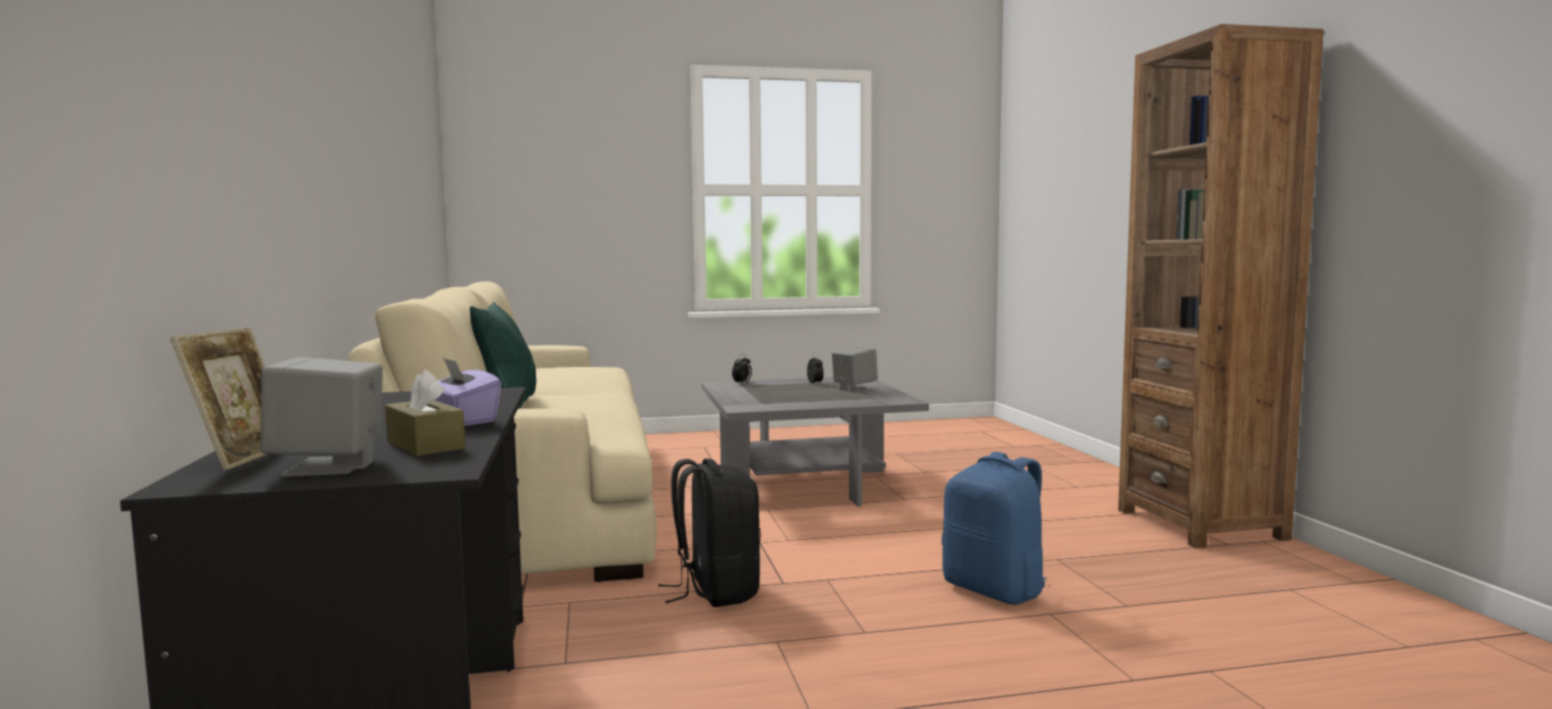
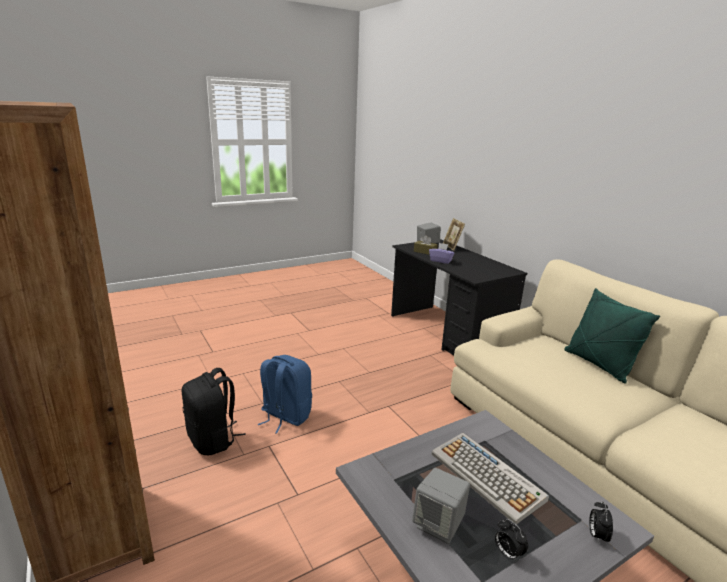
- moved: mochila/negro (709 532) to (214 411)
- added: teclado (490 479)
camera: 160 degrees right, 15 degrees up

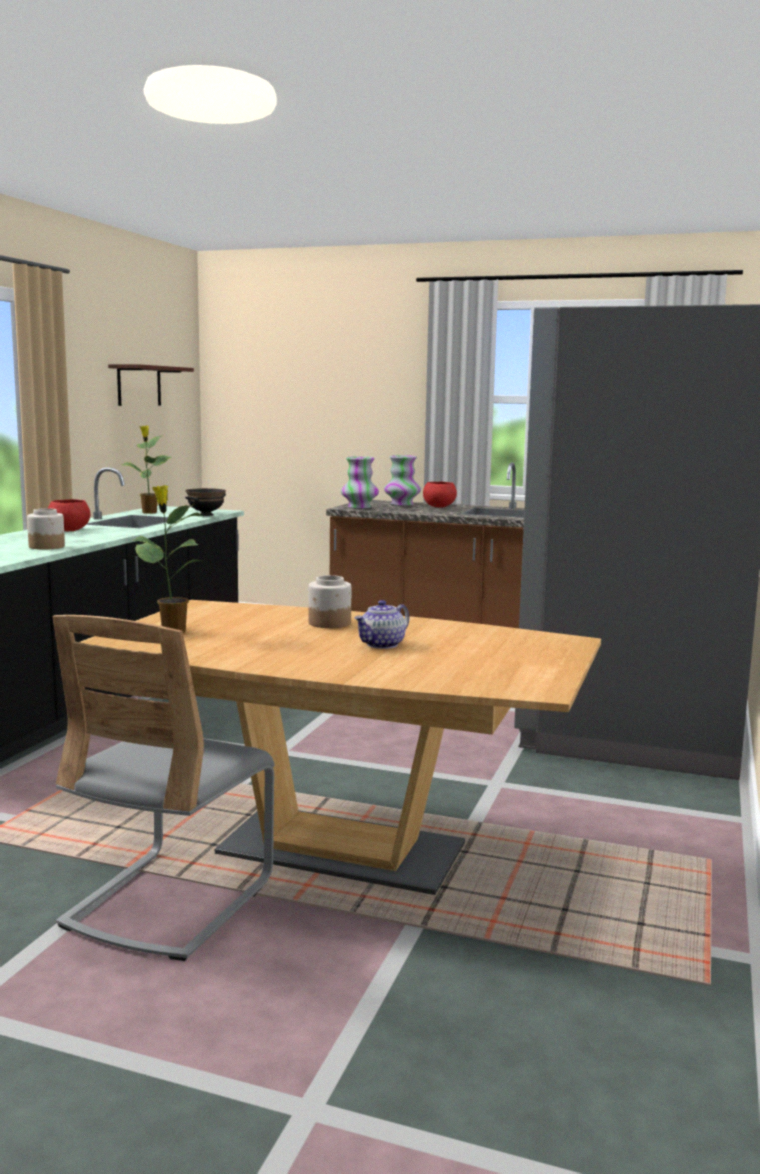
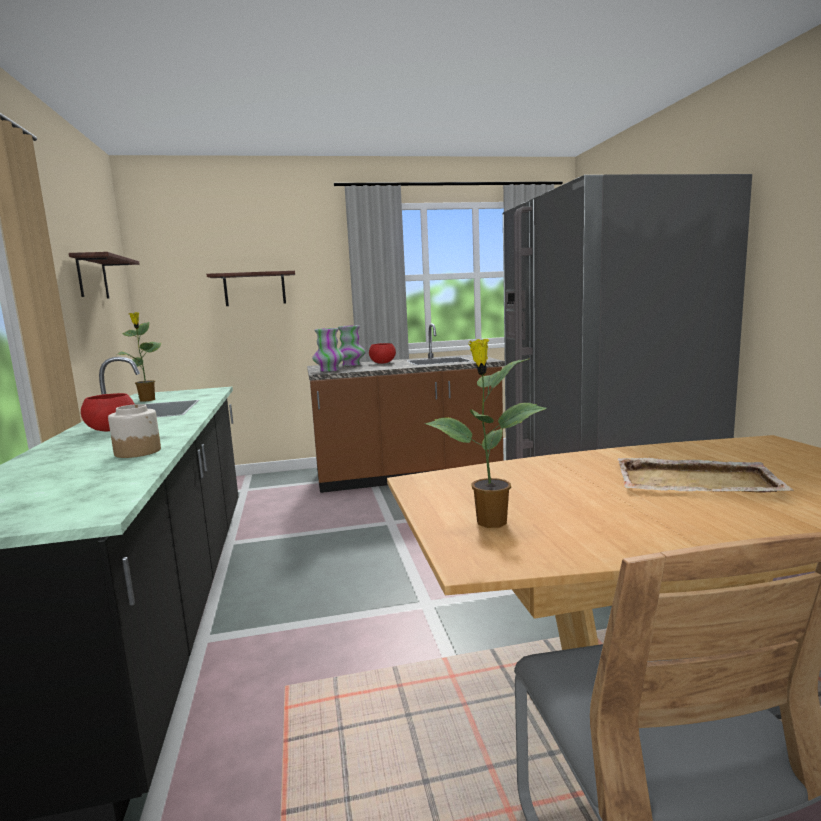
- added: estante (251 288)
- replaced: tetera (381 624) to bandeja/beis (705 475)
- removed: cuenco/negro (205 502)
- removed: tarro (329 601)
camera: 30 degrees left, 0 degrees up

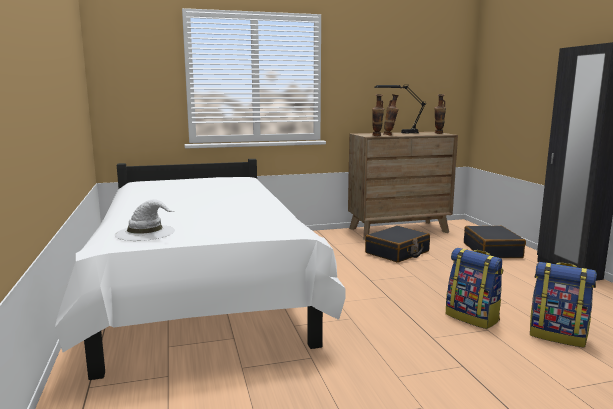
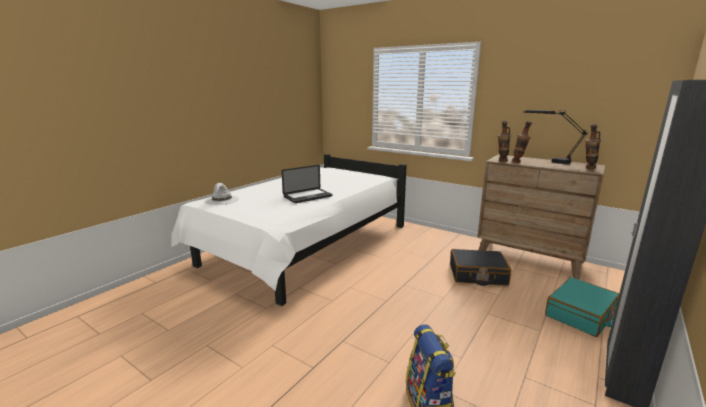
- added: portátil (307 184)
- recoloured: maleta/negro (495 242) to maleta/turquesa (582 307)
- removed: mochila (474 288)
camera: 50 degrees right, 5 degrees up

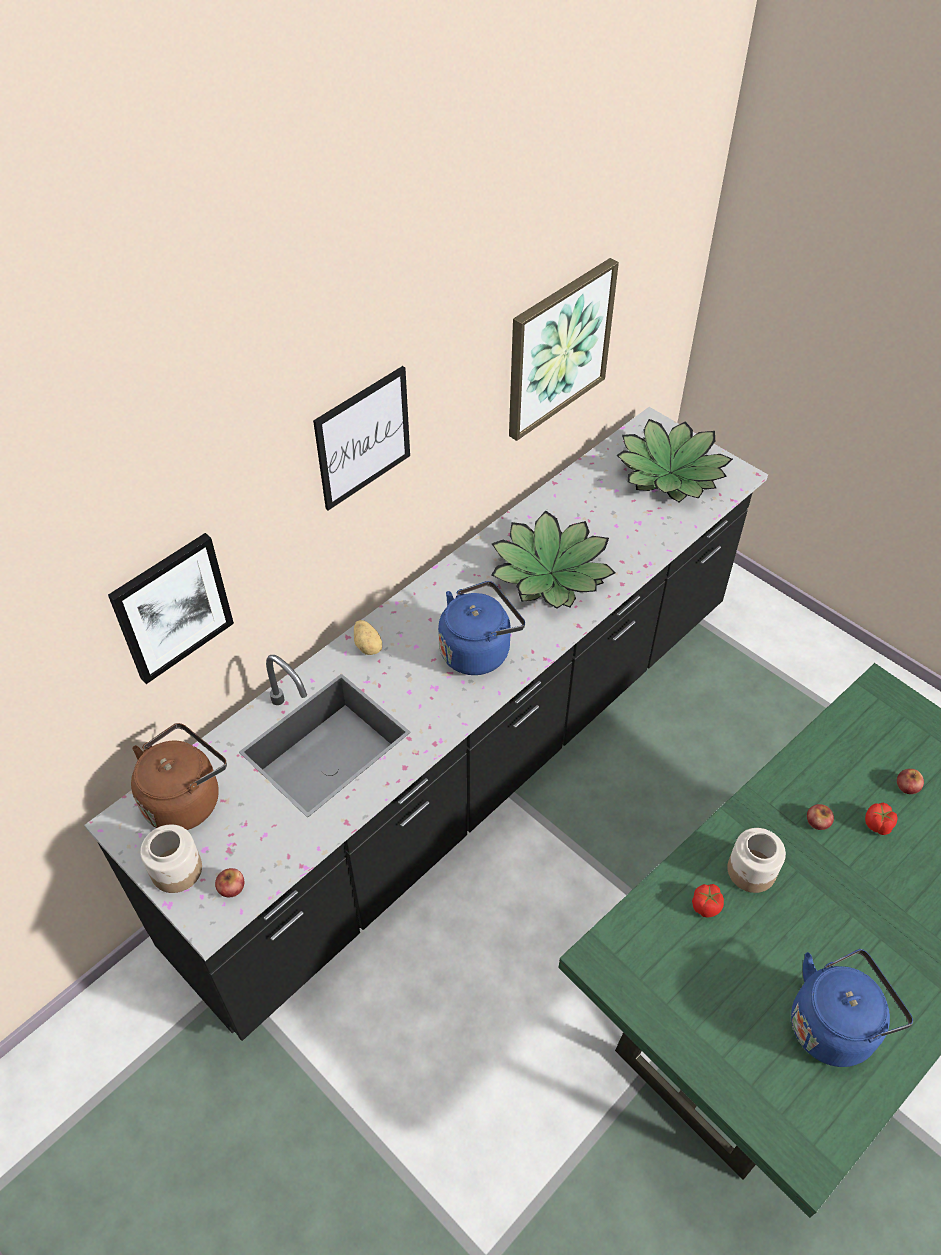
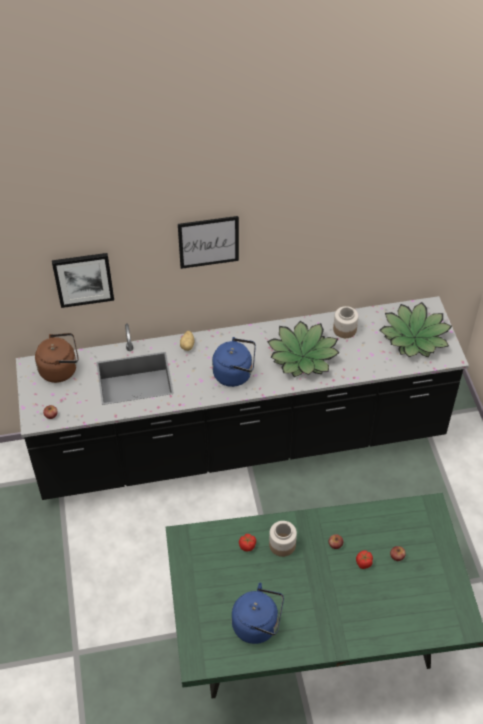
- moved: tarro (171 858) to (345 322)
- removed: cuadro (564 349)
camera: 35 degrees right, 0 degrees up

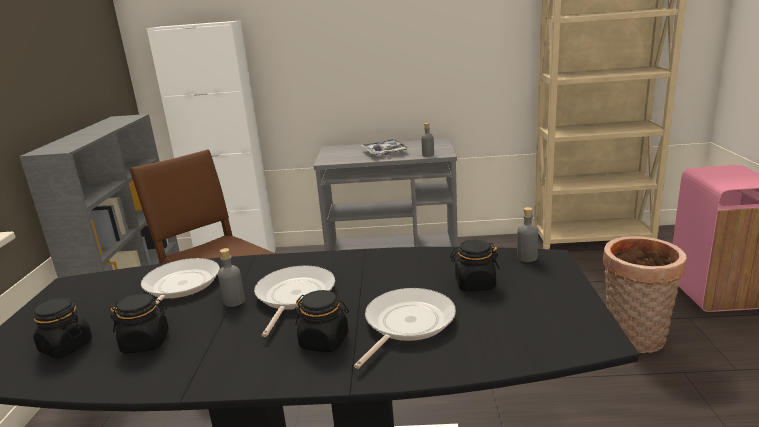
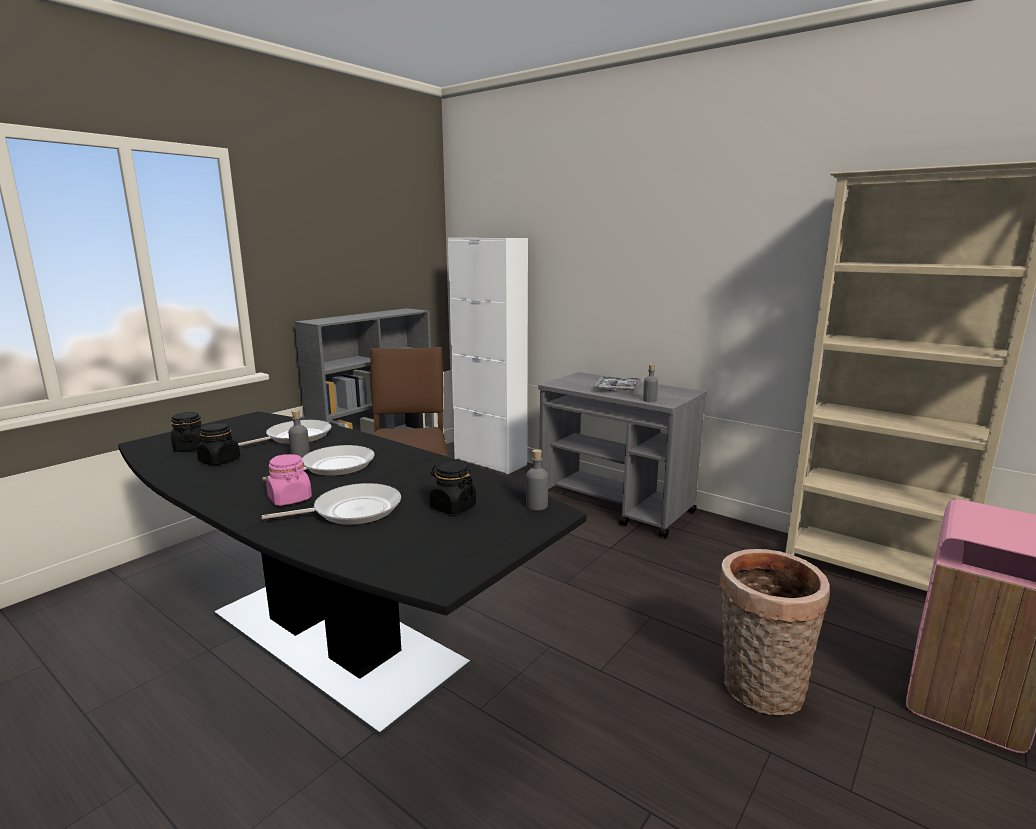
- recoloured: tarro/negro (322 321) to tarro/rosa (289 480)
camera: 35 degrees right, 5 degrees down

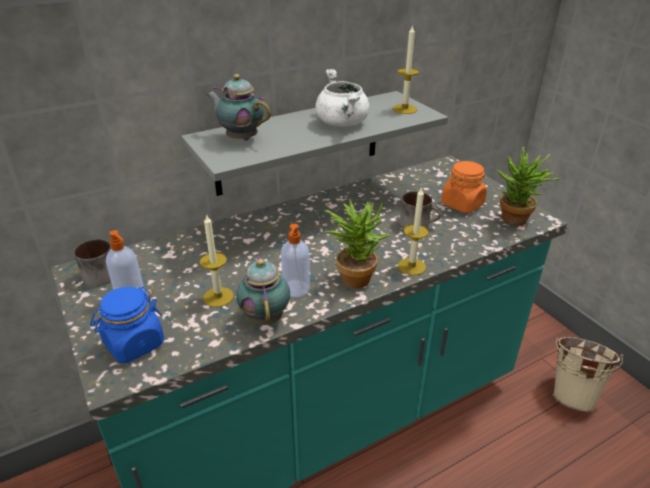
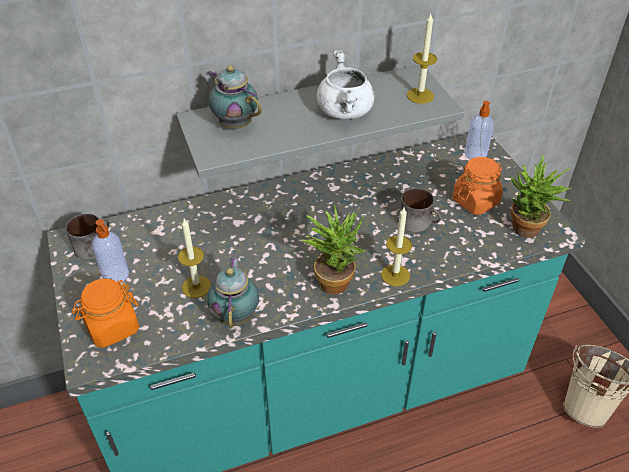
- recoloured: tarro/azul (127 325) to tarro/naranja (105 313)
- moved: dispensador de jabón (295 260) to (479 130)
camera: 10 degrees right, 10 degrees up

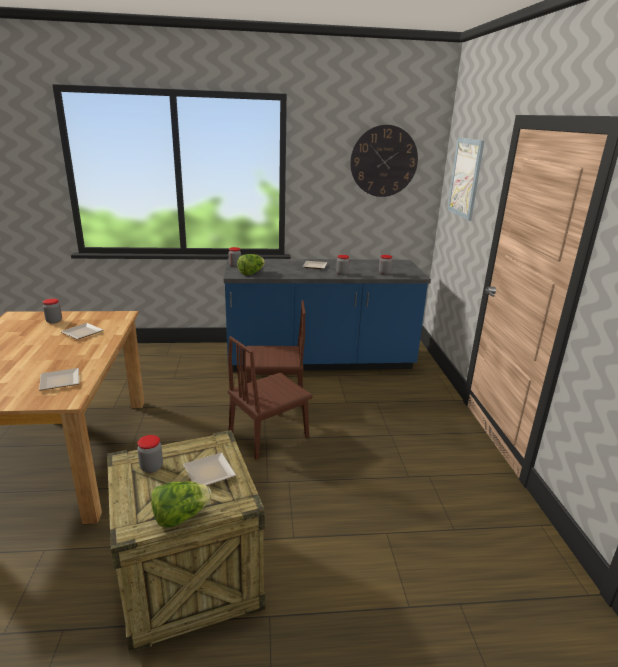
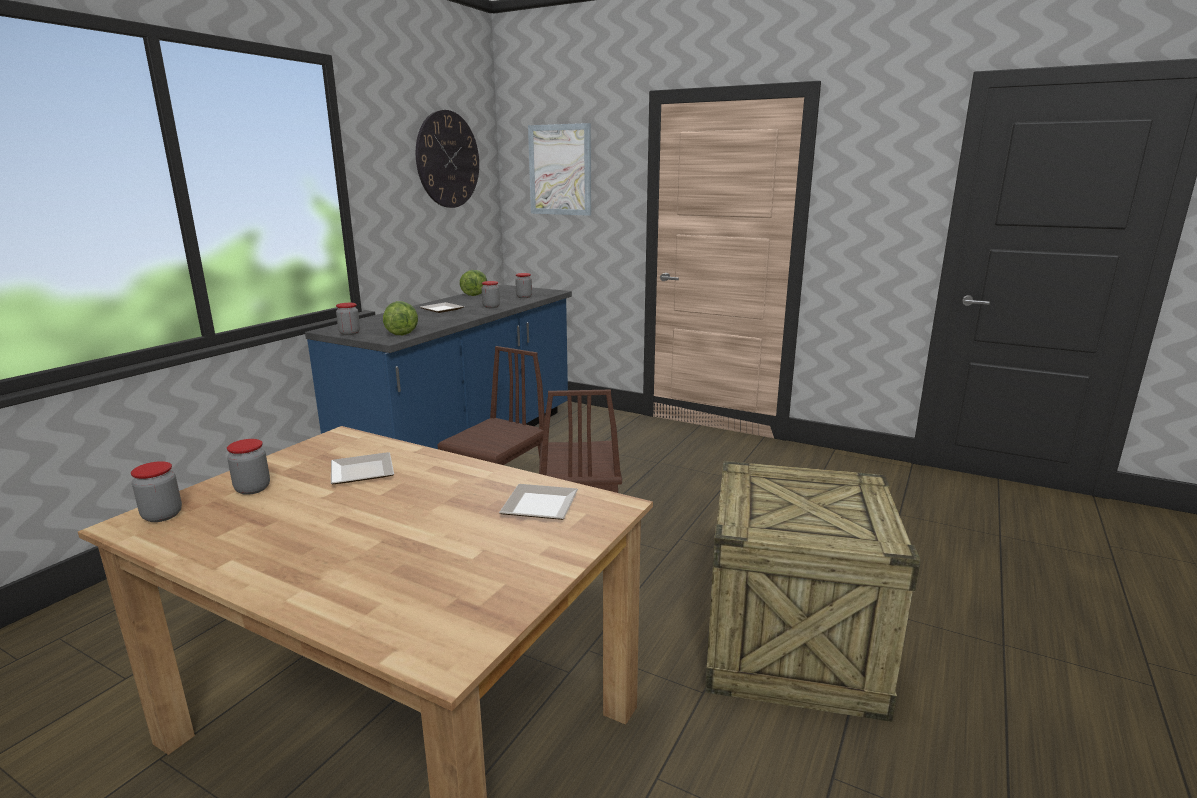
- moved: tarro (150 454) to (156 491)
- moved: lechuga (181 504) to (473 283)
- removed: plato (209 469)
camera: 55 degrees left, 5 degrees down

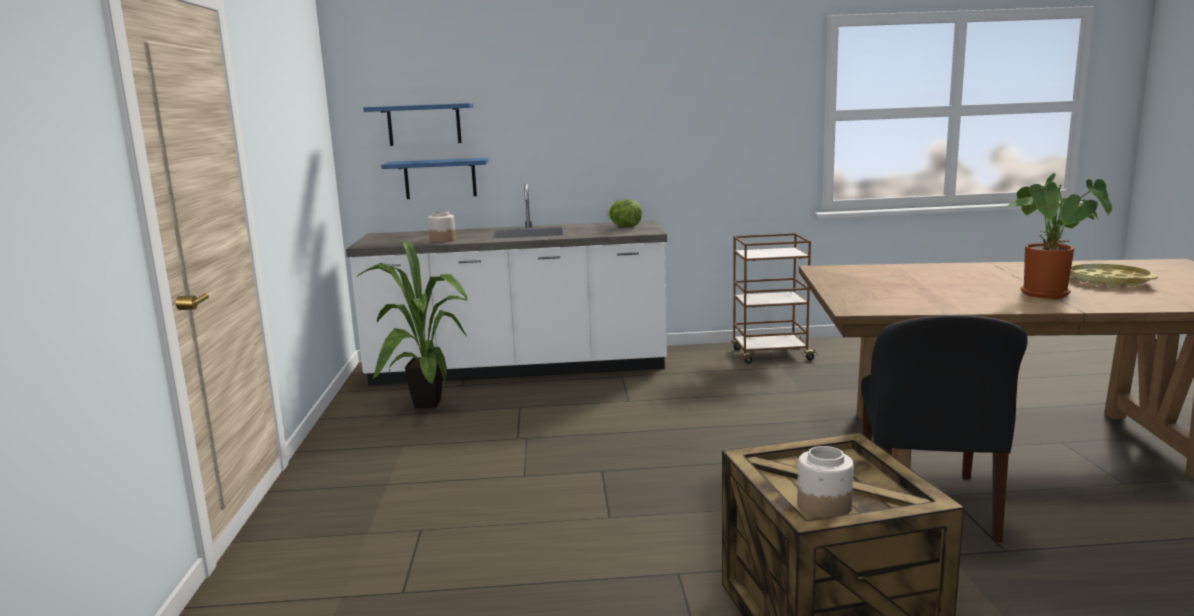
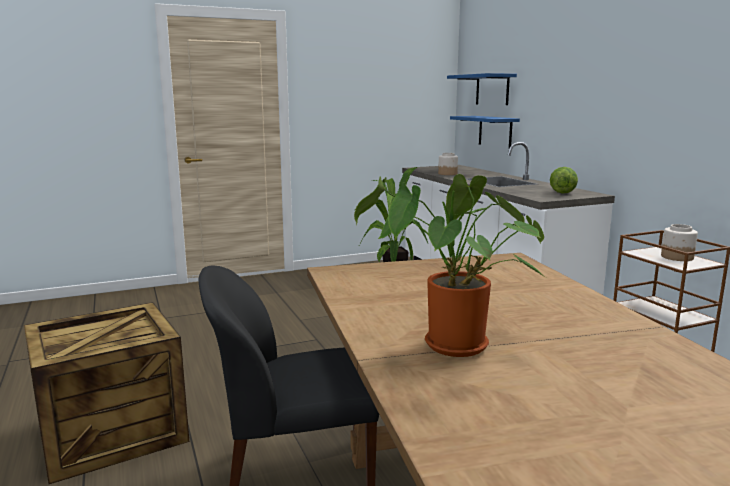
- moved: tarro (825 482) to (679 242)
- removed: bandeja/amarillo (1114 275)
camera: 70 degrees right, 0 degrees up

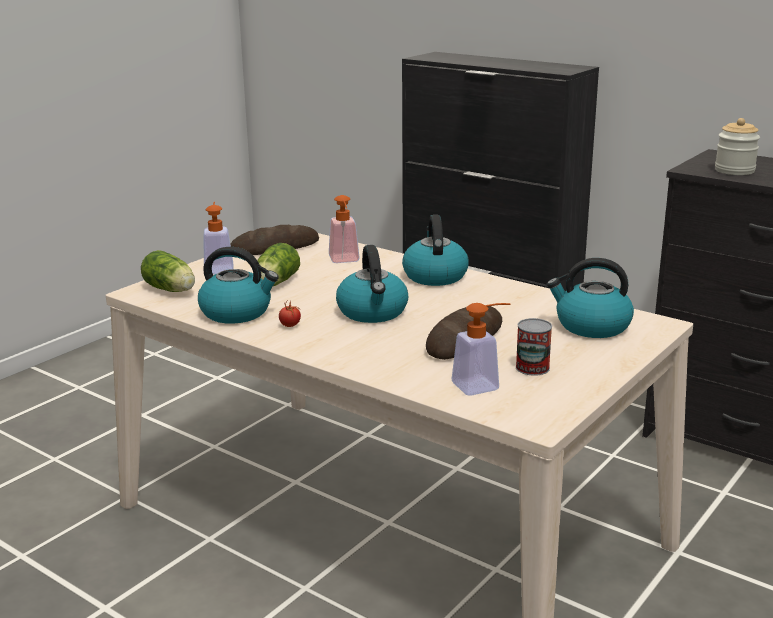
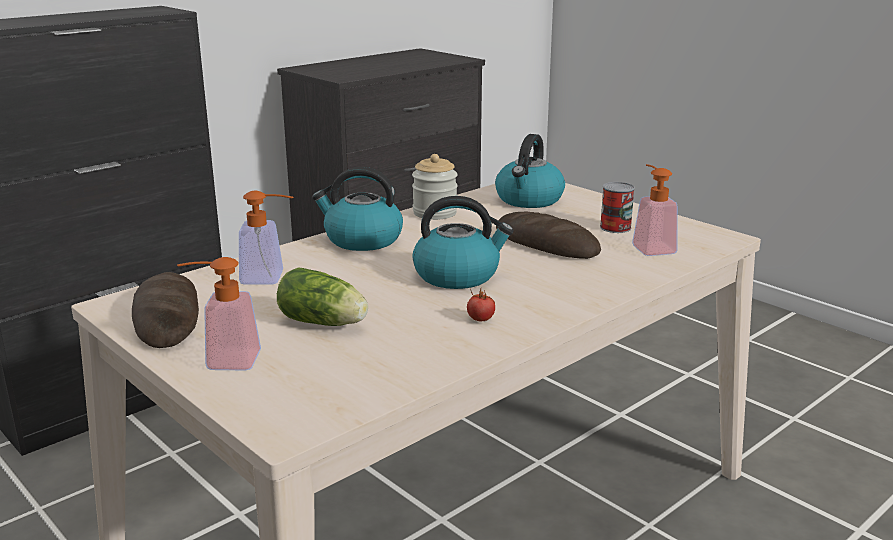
- moved: tarro (737 146) to (435 187)
- removed: lechuga (168 271)
- removed: hervidor (238 285)
camera: 80 degrees left, 0 degrees up

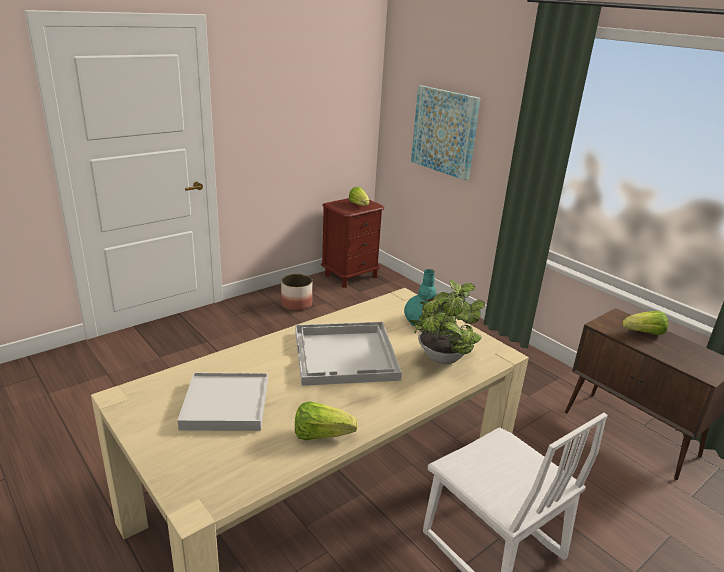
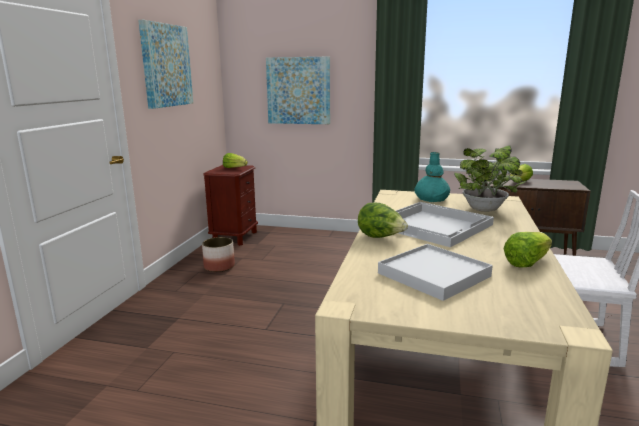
- added: cuadro (165 64)
- added: lechuga (383 220)
camera: 35 degrees left, 10 degrees down

